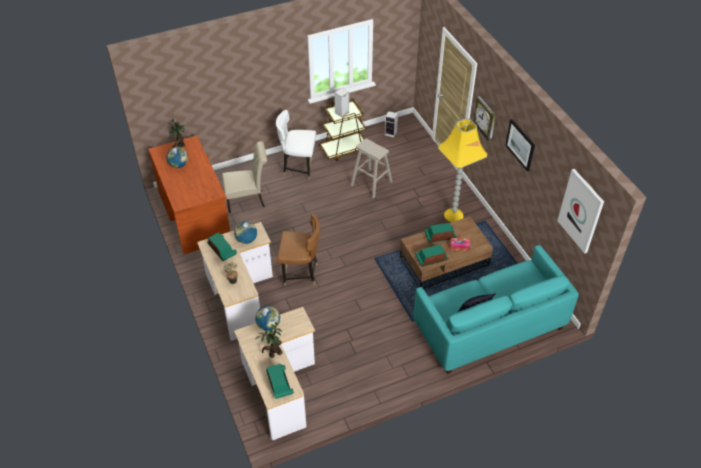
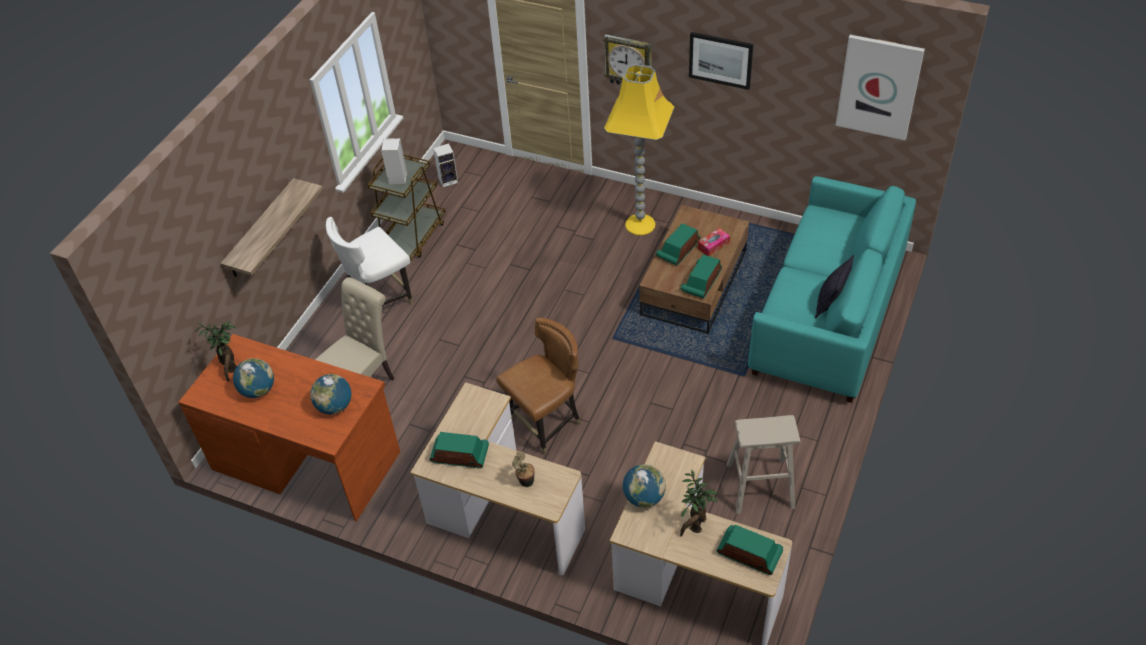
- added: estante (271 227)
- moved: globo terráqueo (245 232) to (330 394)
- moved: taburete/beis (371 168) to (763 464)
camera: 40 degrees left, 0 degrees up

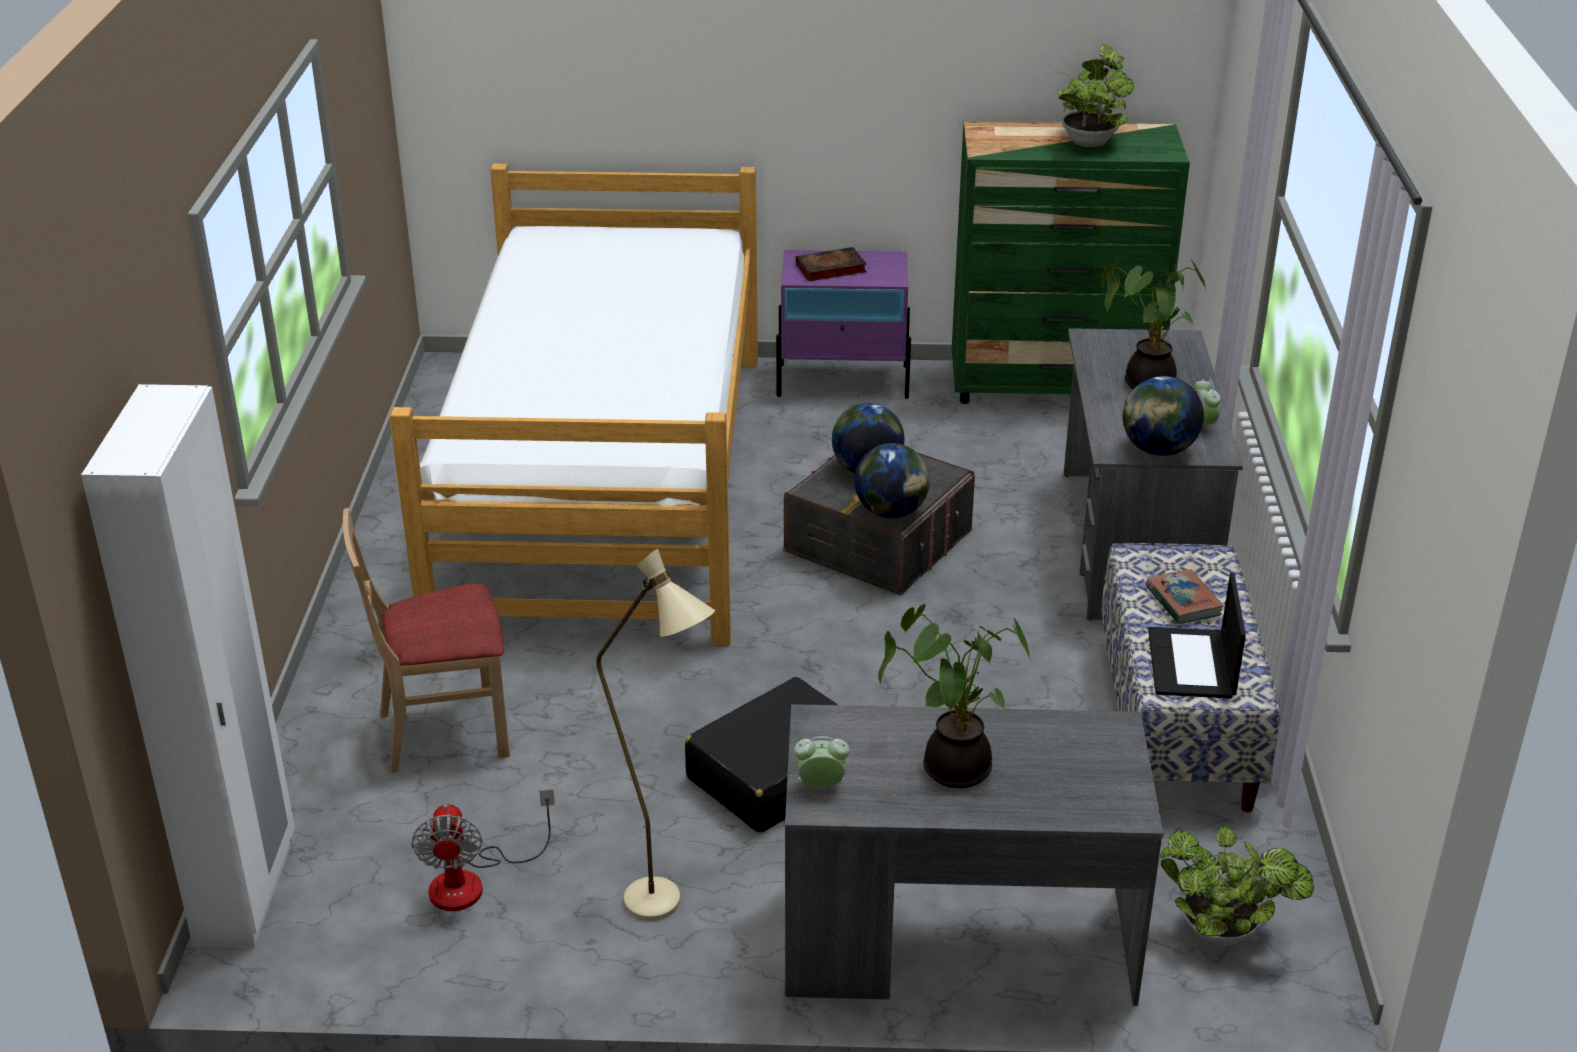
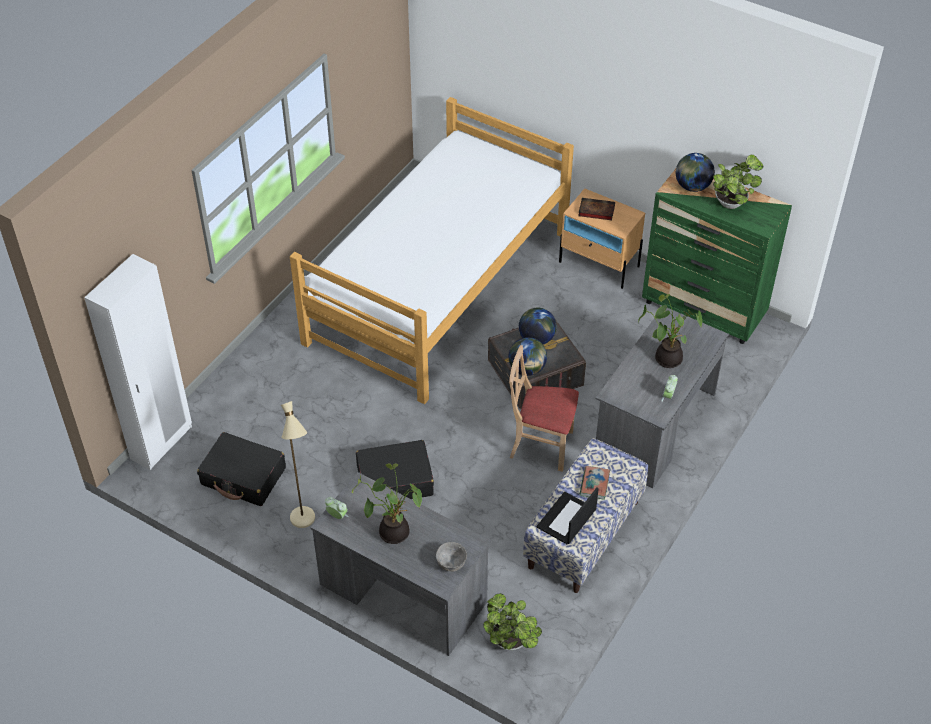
- replaced: ventilador (483 850) to maleta/negro (241 469)
- added: cuenco/gris (451 556)
- moved: silla/beis (426 640) to (544 408)
- recoloured: mesita de noche/morado (843 324) to mesita de noche/beis (602 238)
- moved: globo terráqueo (1163 416) to (695 172)
camera: 30 degrees right, 15 degrees up

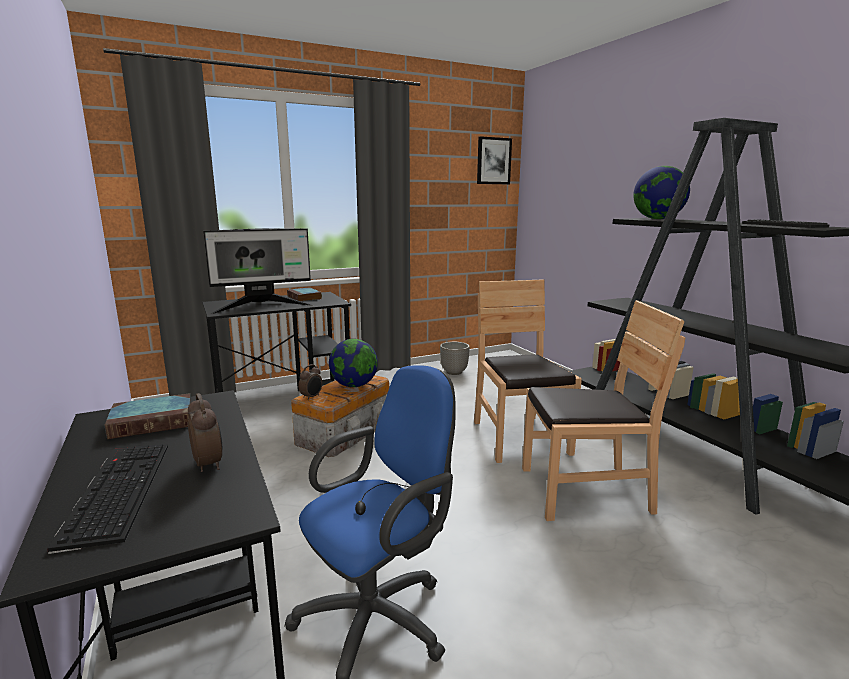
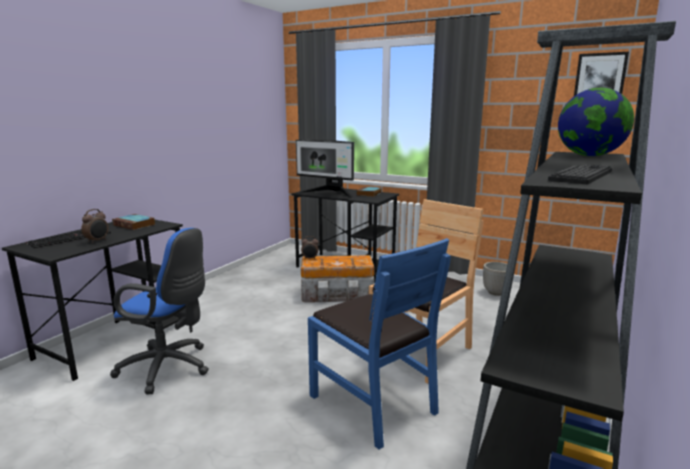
- recoloured: silla/marrón (603 410) to silla/azul (379 344)
- removed: globo terráqueo (353 363)
camera: 55 degrees right, 0 degrees up

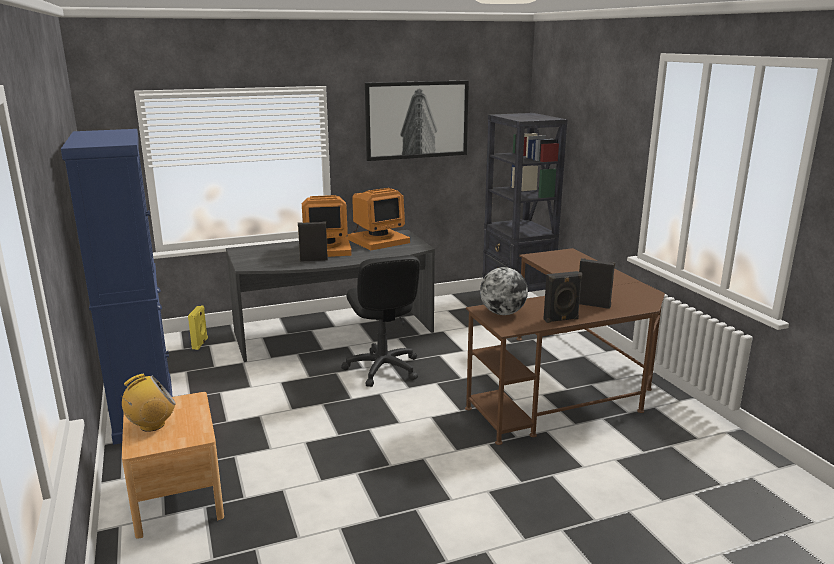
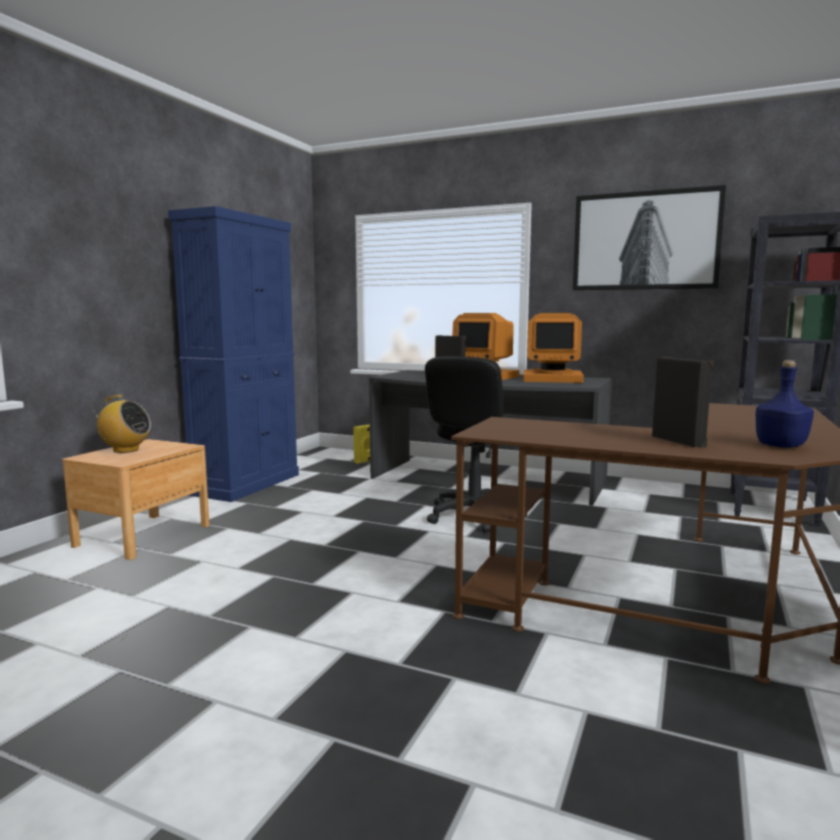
- added: botella/azul (785 404)
- removed: globo terráqueo (504 291)
- removed: altavoz/negro (562 297)
camera: 45 degrees right, 10 degrees down

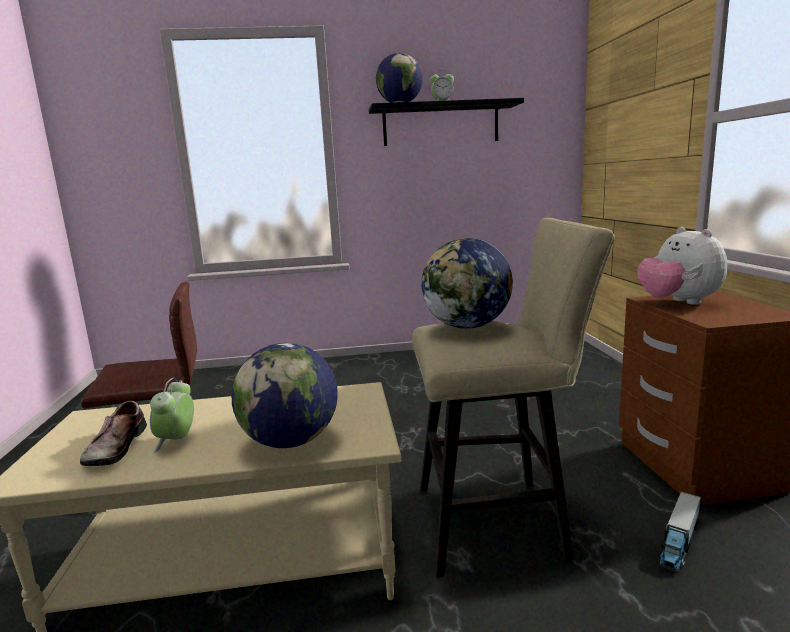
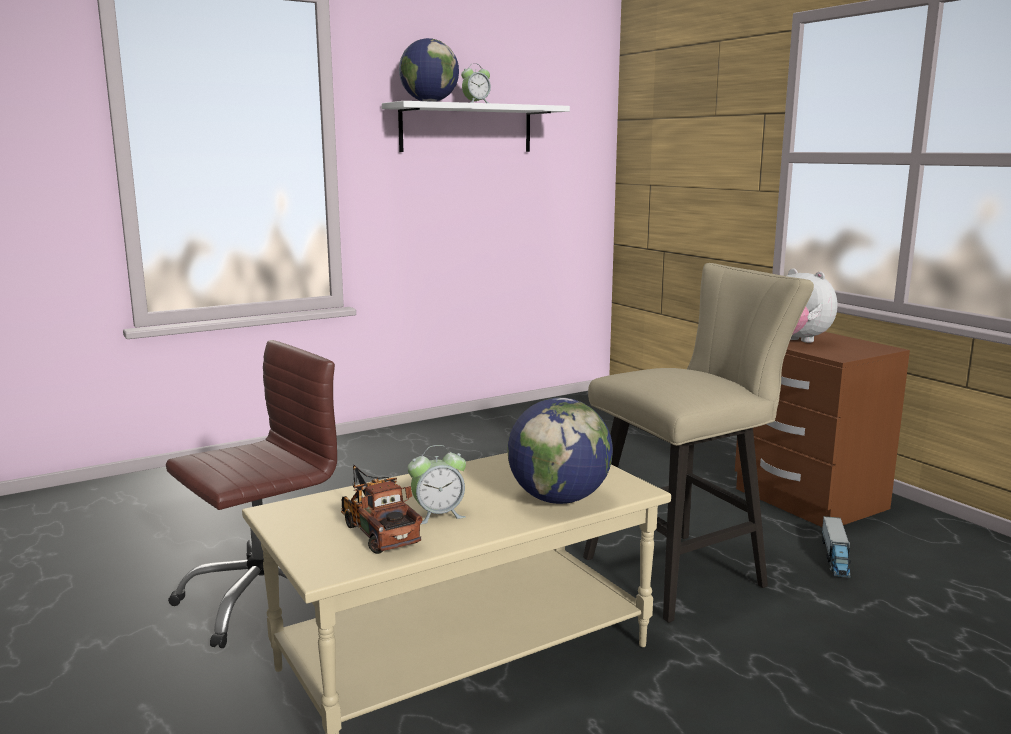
- replaced: zapato (113 433) to camión de juguete (382 509)
- recoloured: estante/negro (446 122) to estante/blanco (476 126)
- turned: despertador (172 415) = (437 484) 90 degrees counterclockwise
- removed: globo terráqueo (467 283)
camera: 25 degrees left, 0 degrees up

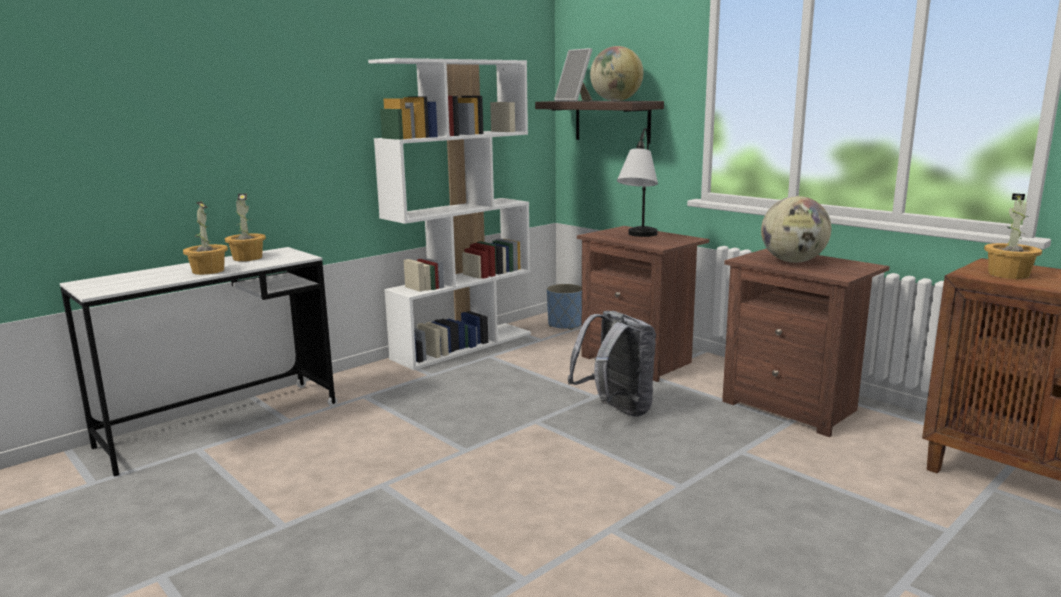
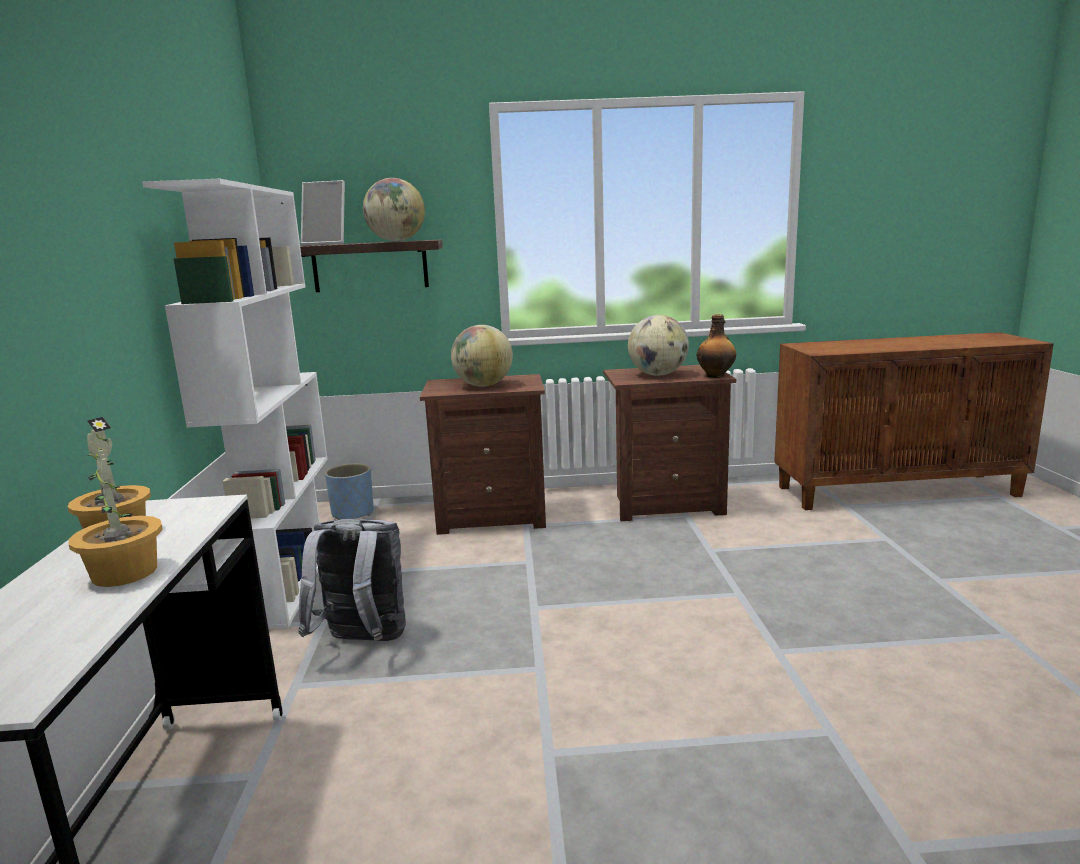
- moved: mochila/gris (611 364) to (352 580)
- replaced: lámpara de mesa (637 182) to globo terráqueo (482 356)
- added: botella (716 346)
- removed: planta en maceta (1013 236)
camera: 50 degrees left, 0 degrees up

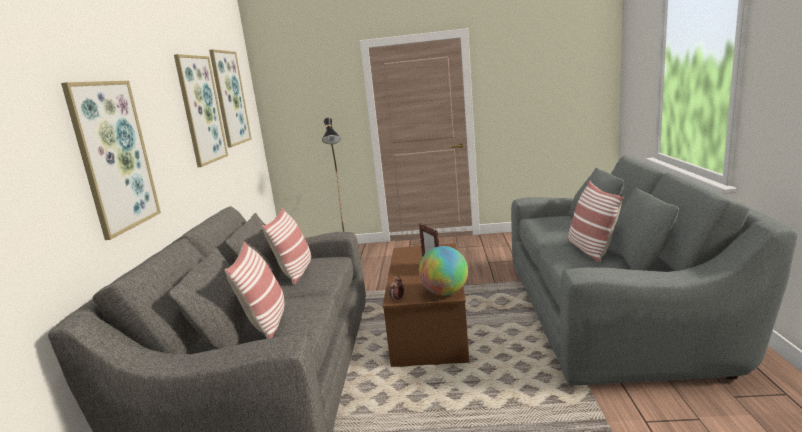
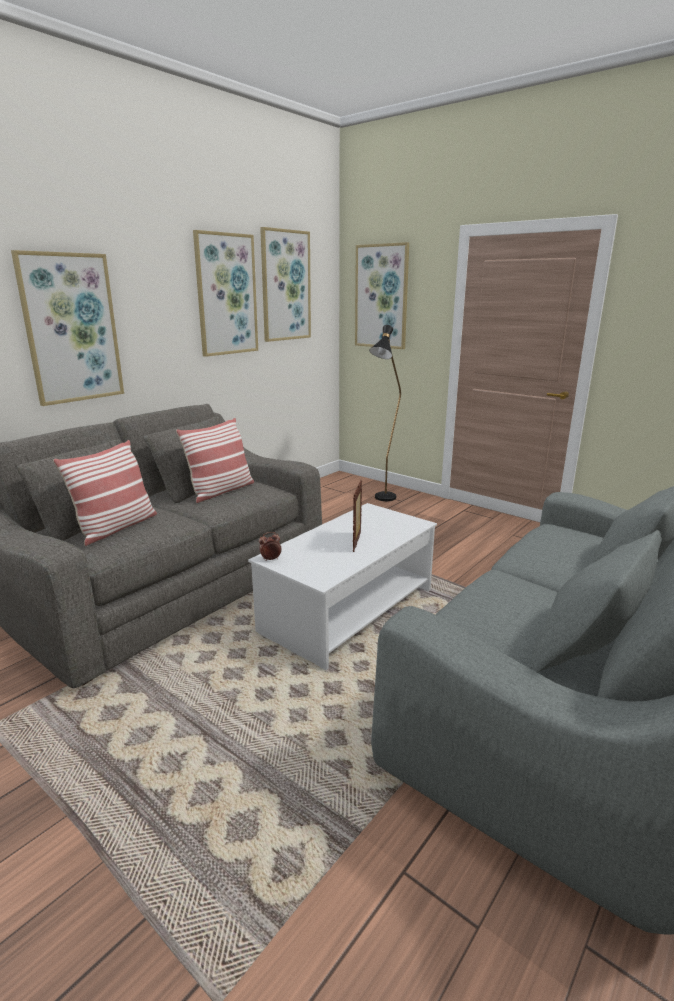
- recoloured: mesa de centro/marrón (426 305) to mesa de centro/blanco (342 586)
- added: cuadro (382 295)
- removed: globo terráqueo (443 271)
- removed: cojín (596 222)
camera: 35 degrees right, 5 degrees up

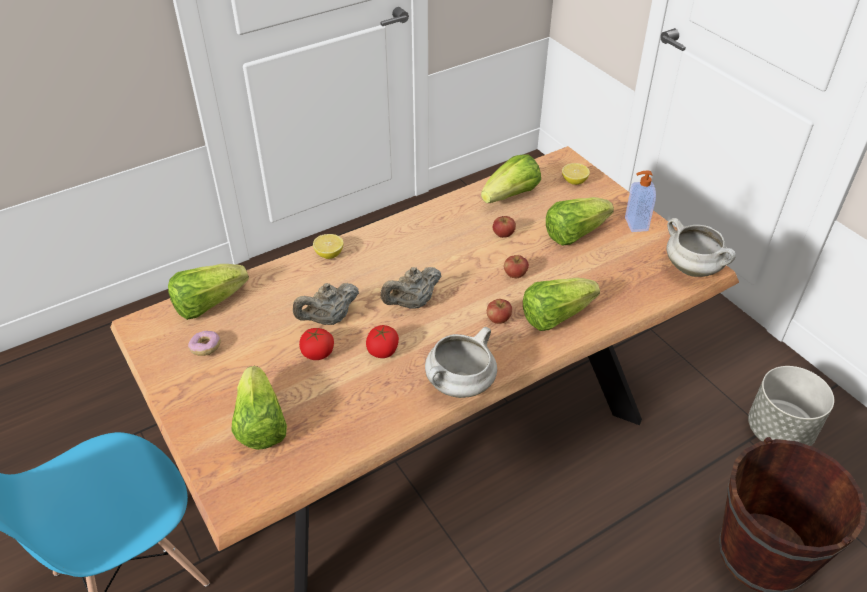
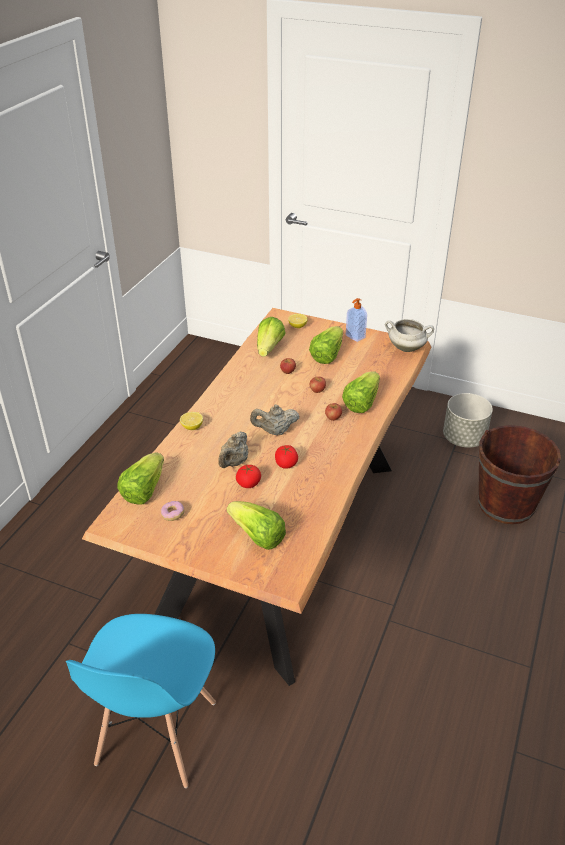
- turned: tetera/beis (410 288) = (275 420) 60 degrees clockwise
- removed: olla/blanco (461 362)
camera: 35 degrees left, 5 degrees down

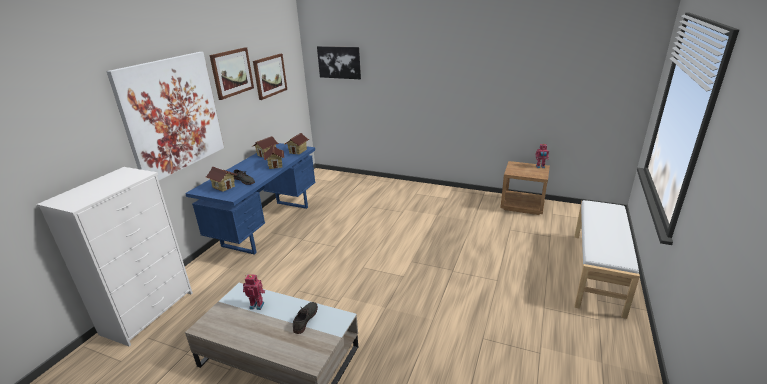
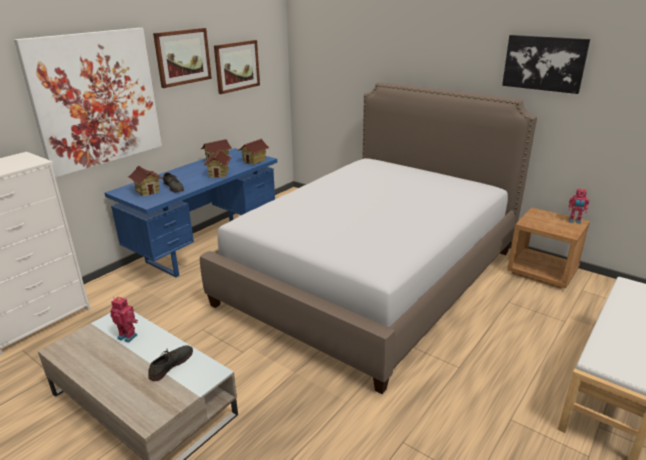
- added: cama (368 238)
- moved: cuadro (339 62) to (546 64)
camera: 15 degrees right, 0 degrees up

